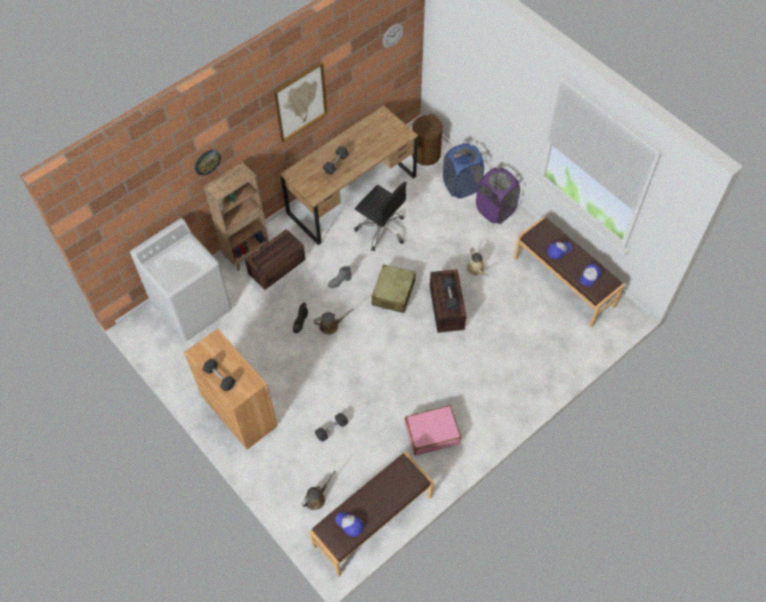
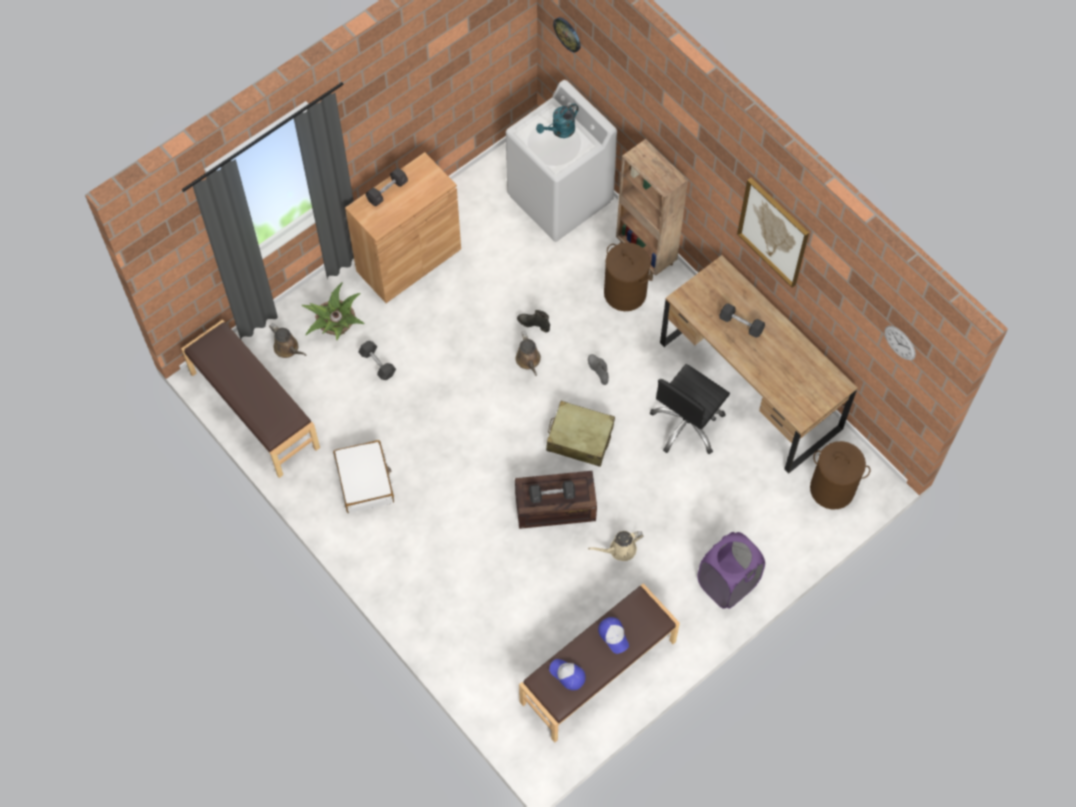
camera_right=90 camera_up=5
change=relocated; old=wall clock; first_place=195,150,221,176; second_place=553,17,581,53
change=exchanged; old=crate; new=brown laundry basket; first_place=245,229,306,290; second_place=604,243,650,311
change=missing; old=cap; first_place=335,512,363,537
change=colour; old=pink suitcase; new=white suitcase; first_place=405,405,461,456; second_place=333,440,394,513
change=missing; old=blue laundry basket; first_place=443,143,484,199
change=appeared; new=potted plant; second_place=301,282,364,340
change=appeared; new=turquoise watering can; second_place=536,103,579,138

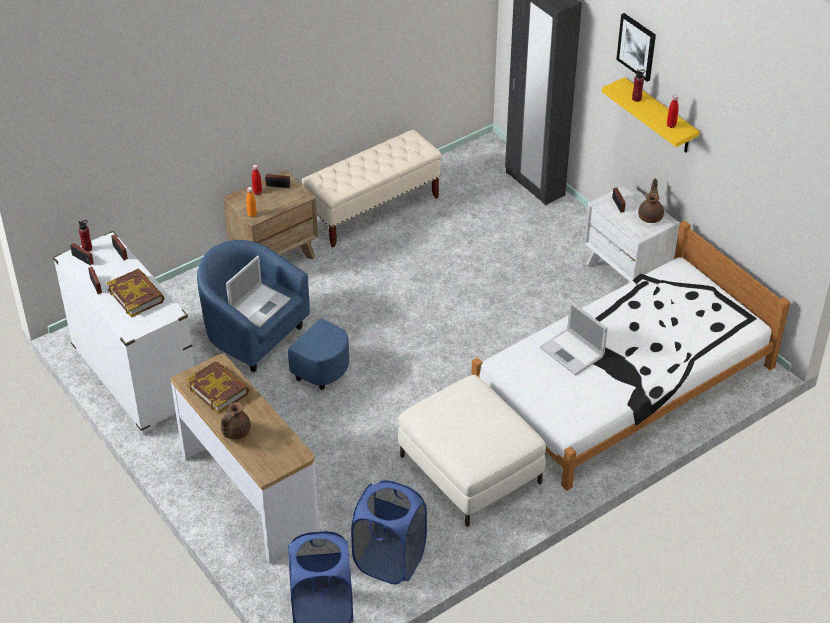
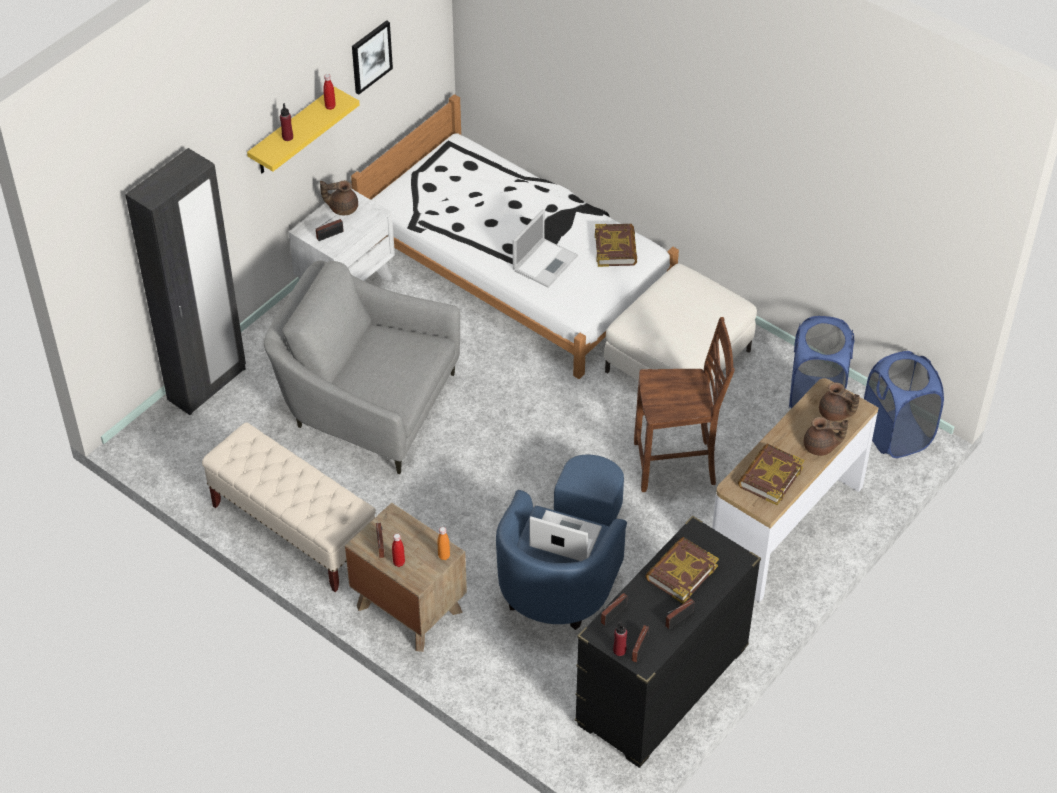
camera_right=-105 camera_up=5
change=colour; old=white dresser; new=black dresser; first_place=53,231,194,434; second_place=575,515,761,768
change=relocated; old=picture; first_place=616,13,656,81; second_place=352,20,393,94
change=appeared; new=grey armchair; second_place=264,260,460,474
change=appeared; new=book; second_place=595,224,637,267
change=appeared; new=brown chair; second_place=634,317,735,492
change=appeared; new=brown teapot; second_place=819,382,860,421

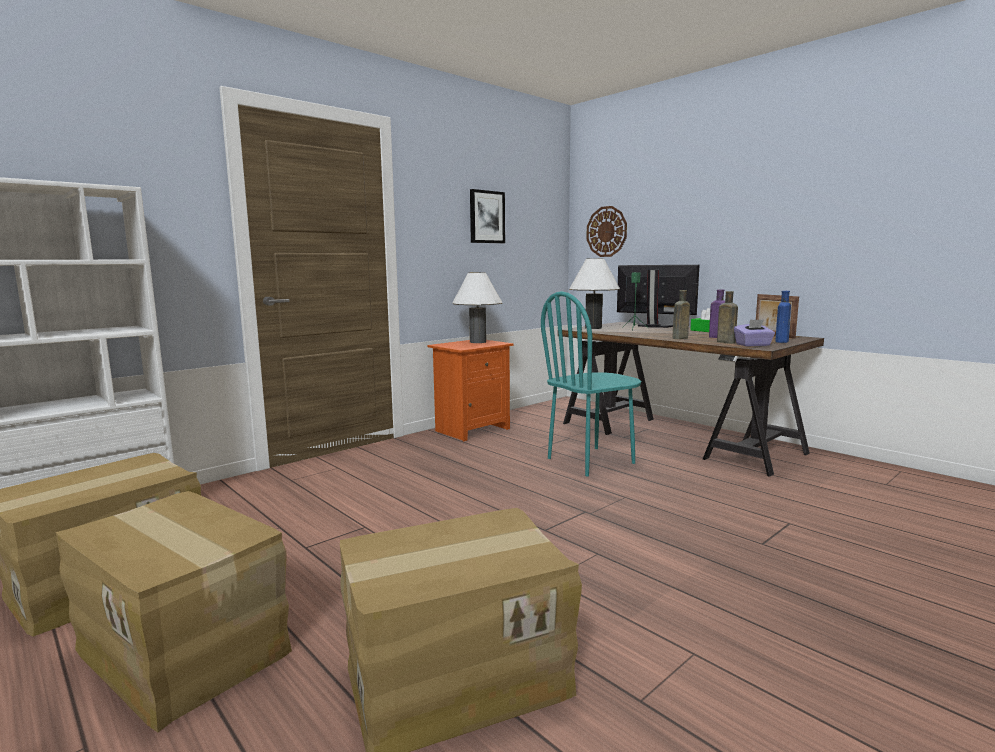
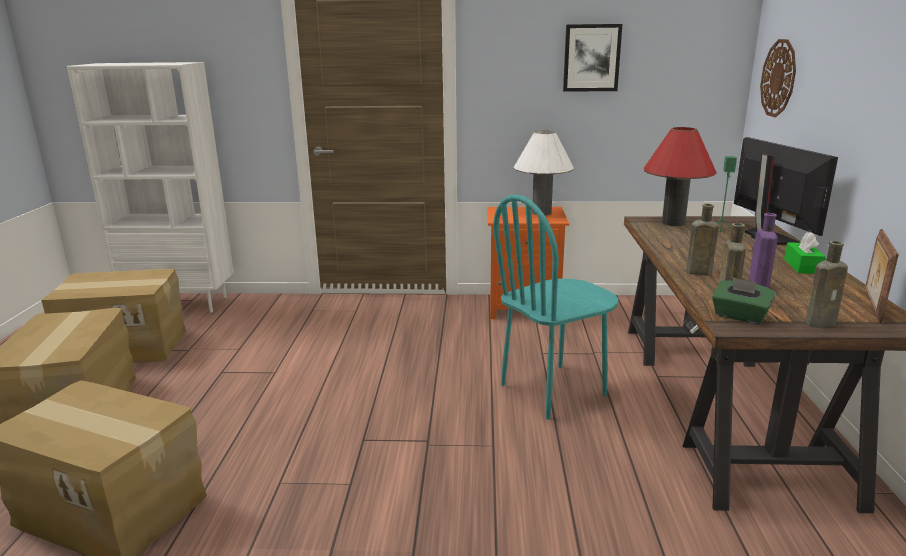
camera_right=45 camera_up=10
change=spun; old=turquoise chair; first_place=541,291,641,477; second_place=493,195,619,420; degrees=-45
change=colour; old=white table lamp; new=red table lamp; first_place=569,258,620,329; second_place=644,127,717,226
change=colour; old=purple tissue box; new=green tissue box; first_place=734,319,775,347; second_place=712,277,776,324
change=colour; old=blue bottle; new=brown bottle; first_place=776,291,791,343; second_place=805,241,848,328

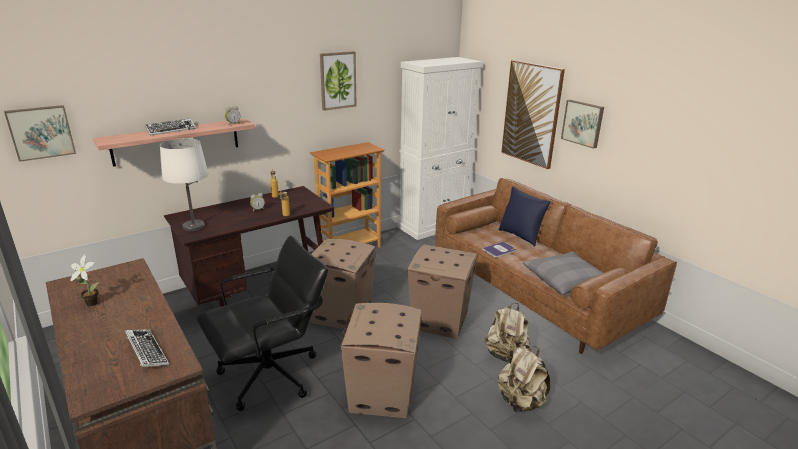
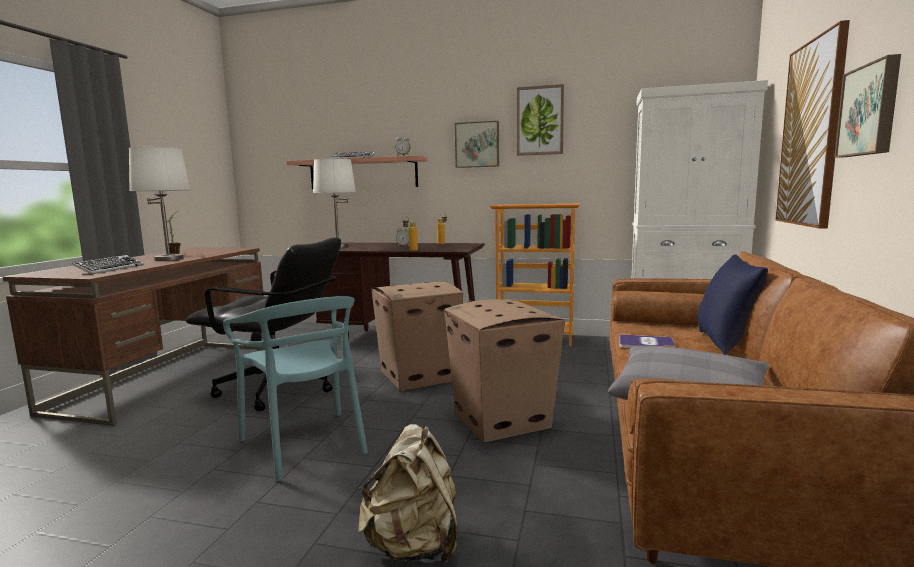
camera_right=50 camera_up=-15
change=relocated; old=picture; first_place=4,105,76,162; second_place=455,121,499,168
change=exchanged; old=cardboard box; new=turquoise chair; first_place=341,303,422,418; second_place=223,296,368,482
change=missing; old=beige backpack; first_place=484,303,530,363
change=appeared; new=white table lamp; second_place=129,147,190,261

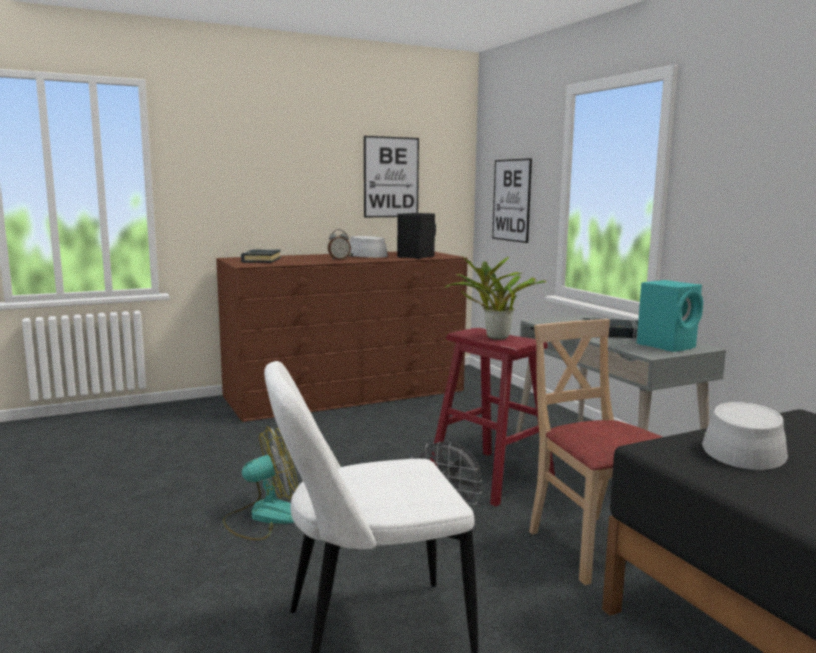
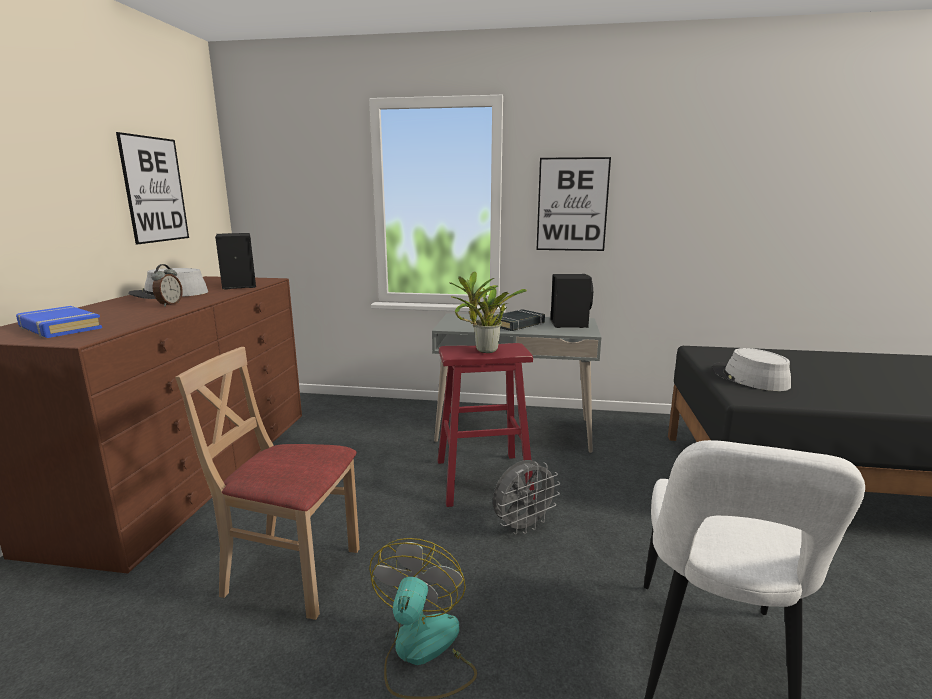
camera_right=-55 camera_up=5
change=colour; old=black book; new=blue book; first_place=241,249,281,263; second_place=16,306,102,338
change=relocated; old=picture; first_place=492,158,532,243; second_place=537,157,611,251
change=relocated; old=beige chair; first_place=529,319,662,585; second_place=175,347,360,620
change=colour; old=turquoise speaker; new=black speaker; first_place=637,280,703,352; second_place=551,274,593,328

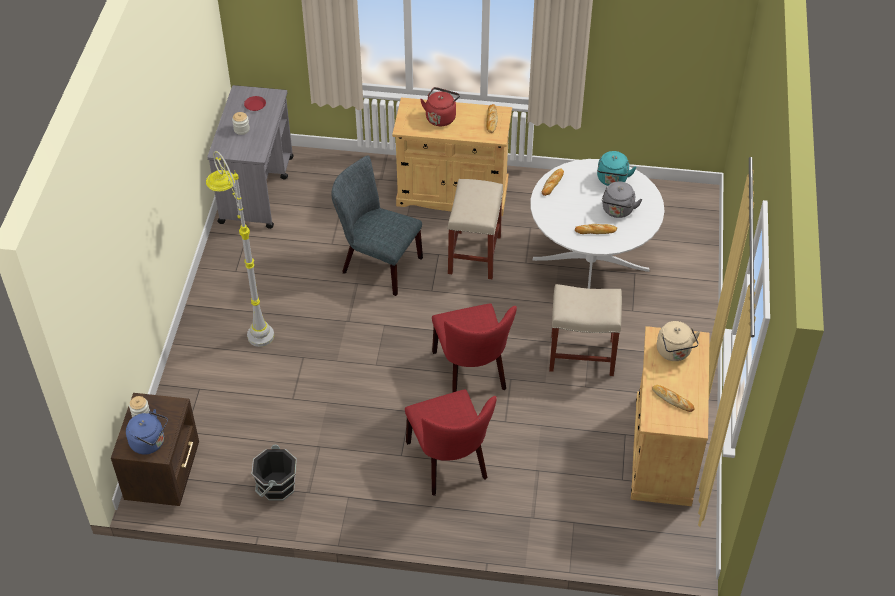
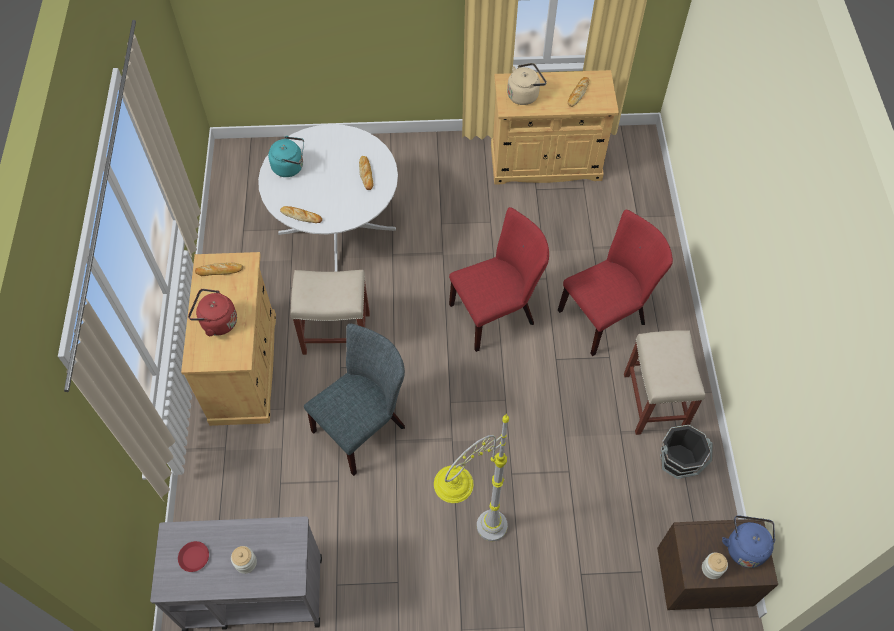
camera_right=-100 camera_up=10
change=spun; old=grey chair; first_place=331,155,423,296; second_place=304,323,405,476; degrees=-150
change=relocated; old=beige stool; first_place=549,284,622,376; second_place=624,330,705,435
change=missing; old=grey kettle; first_place=602,181,642,218

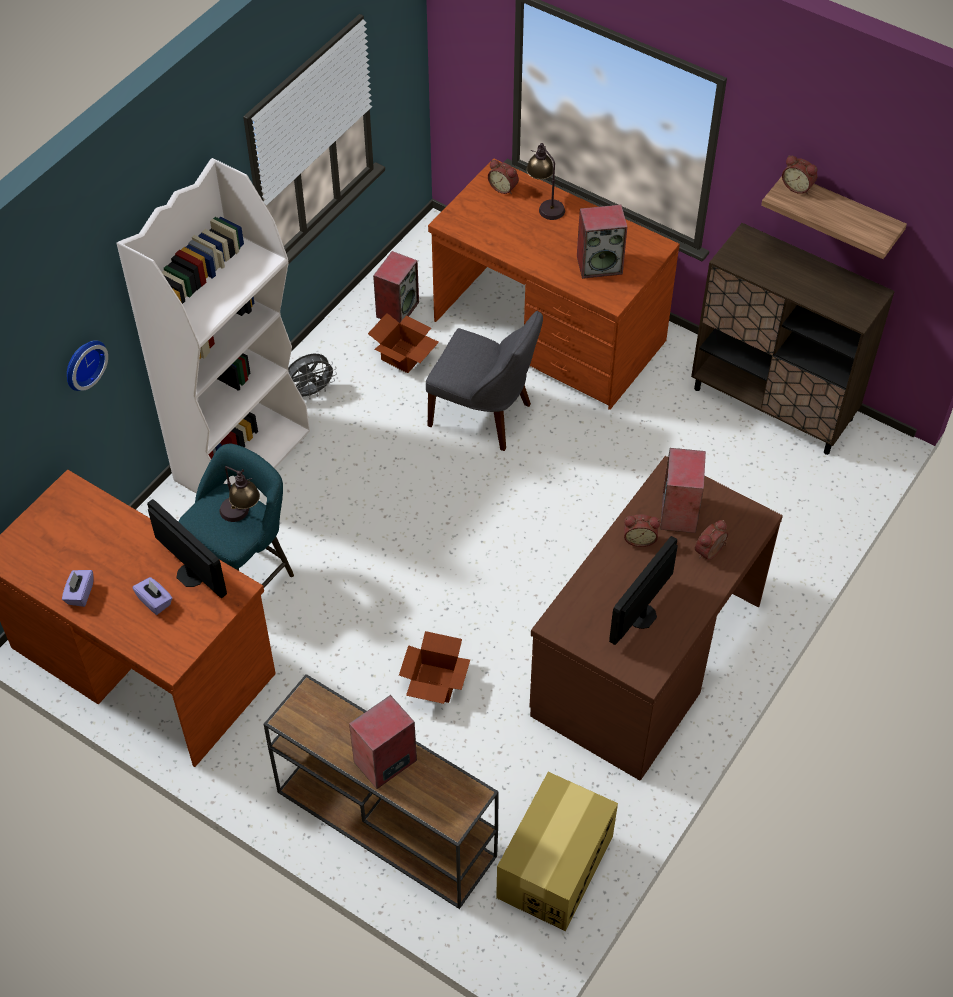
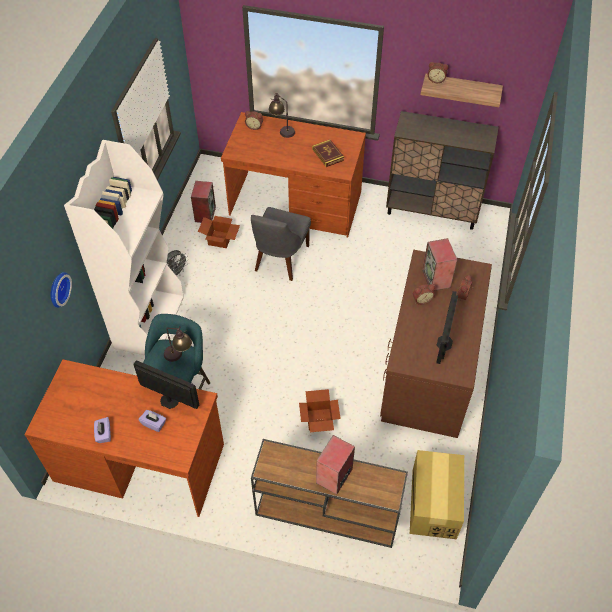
camera_right=-20 camera_up=0
change=spun; old=grey chair; first_place=426,311,543,451; second_place=251,207,311,281; degrees=105
change=exchanged; old=speaker; new=book; first_place=577,205,627,279; second_place=312,139,344,167

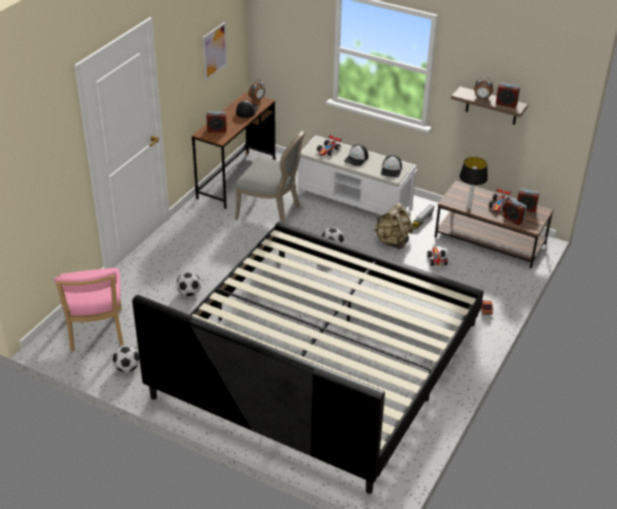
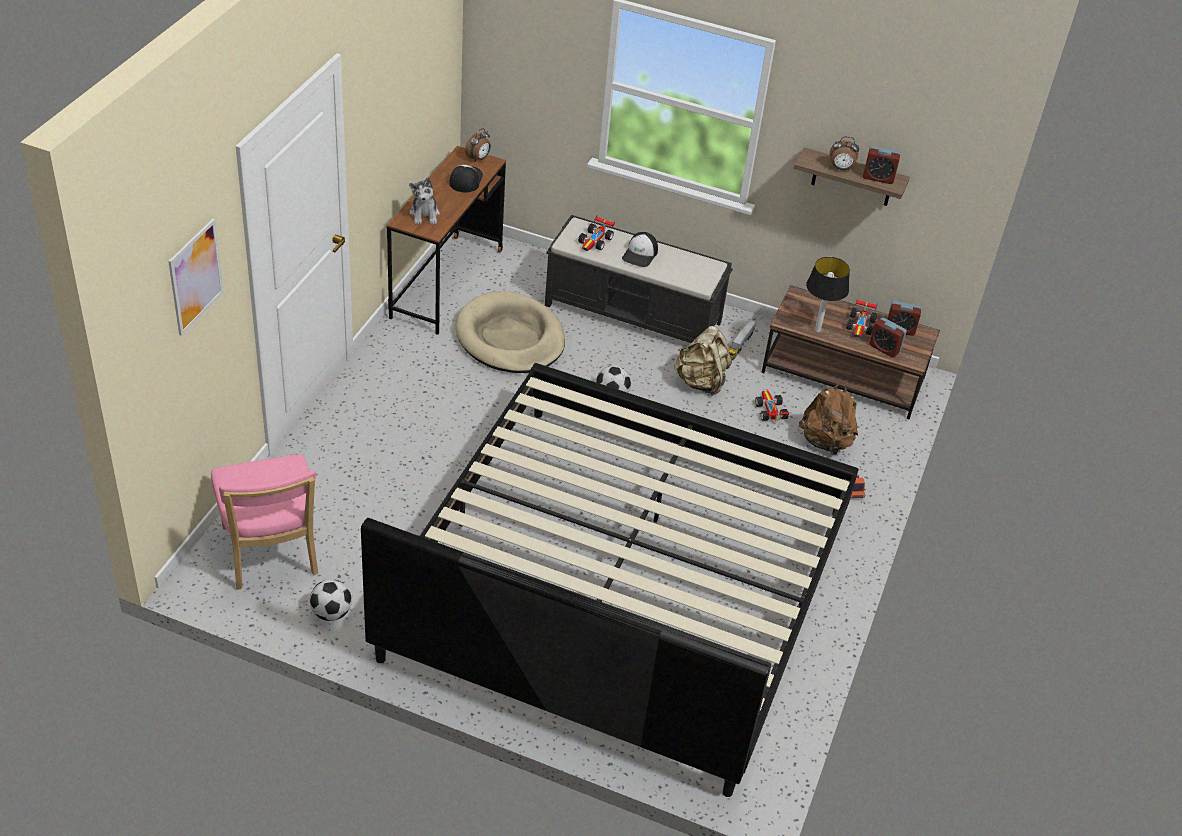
camera_right=-10 camera_up=5
change=missing; old=football; first_place=176,272,201,296
change=relocated; old=picture; first_place=203,22,227,81; second_place=168,219,223,336
change=exchanged; old=alarm clock; new=plush toy; first_place=207,112,227,132; second_place=409,177,440,224
change=exchanged; old=grey chair; new=beige dog bed; first_place=235,130,306,223; second_place=456,291,565,373
change=colour; old=white bench; new=black bench; first_place=297,136,417,215; second_place=545,215,733,343
change=missing; old=cap; first_place=381,155,402,177
change=appeared; new=brown backpack; second_place=799,383,858,455

